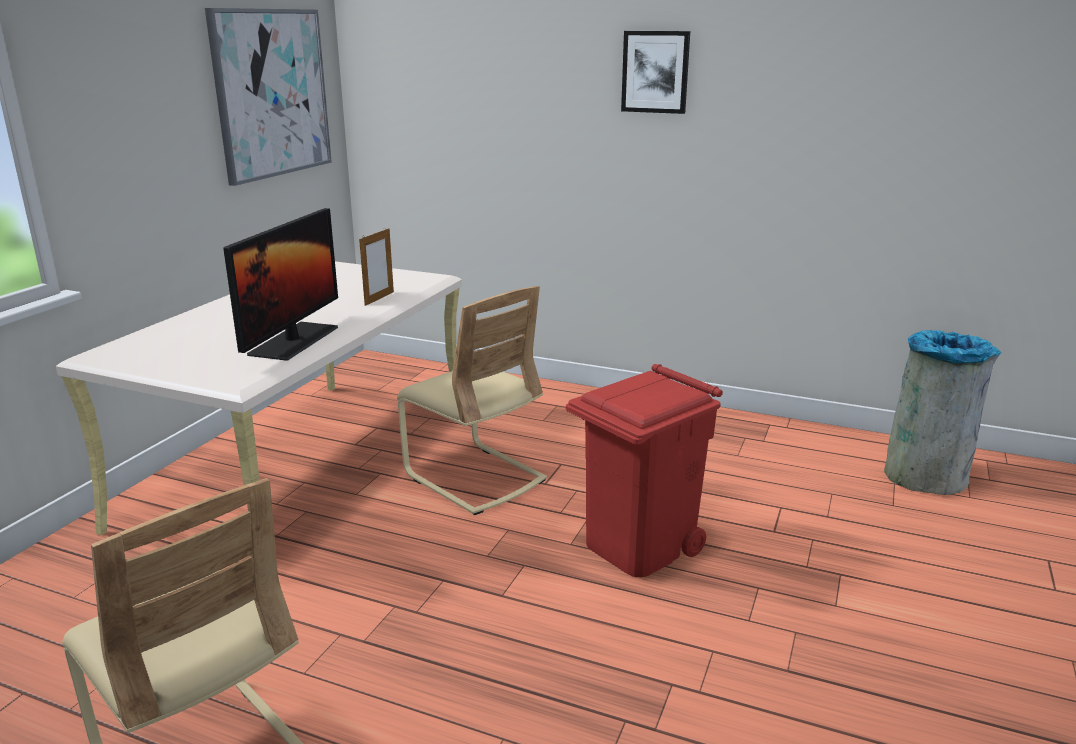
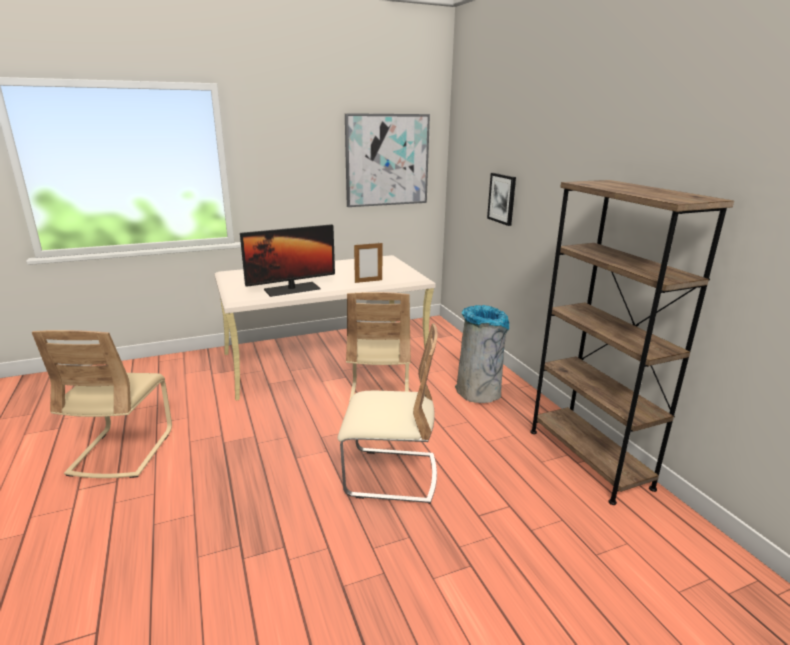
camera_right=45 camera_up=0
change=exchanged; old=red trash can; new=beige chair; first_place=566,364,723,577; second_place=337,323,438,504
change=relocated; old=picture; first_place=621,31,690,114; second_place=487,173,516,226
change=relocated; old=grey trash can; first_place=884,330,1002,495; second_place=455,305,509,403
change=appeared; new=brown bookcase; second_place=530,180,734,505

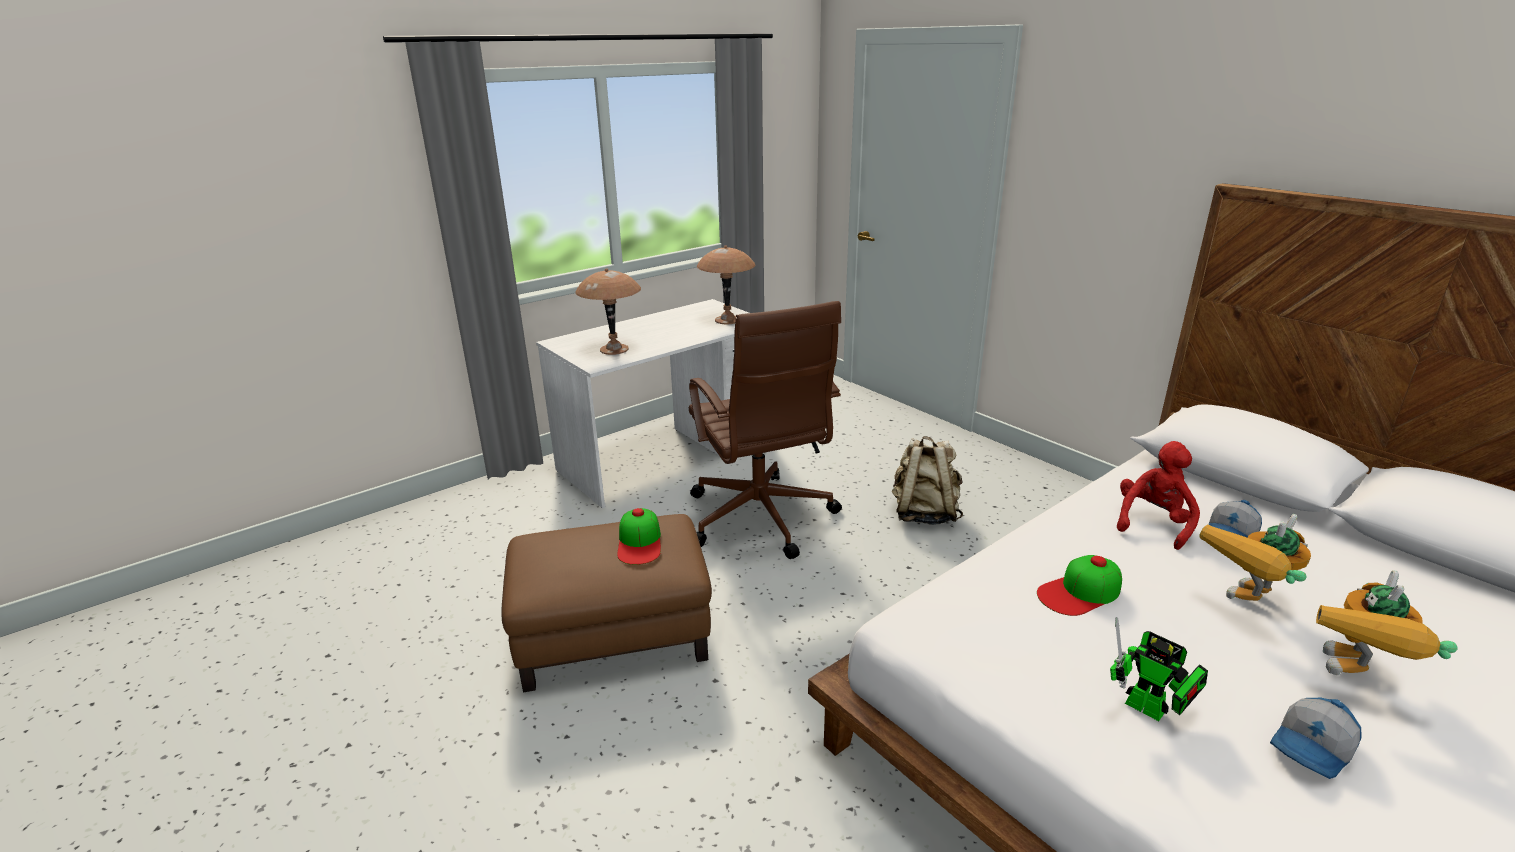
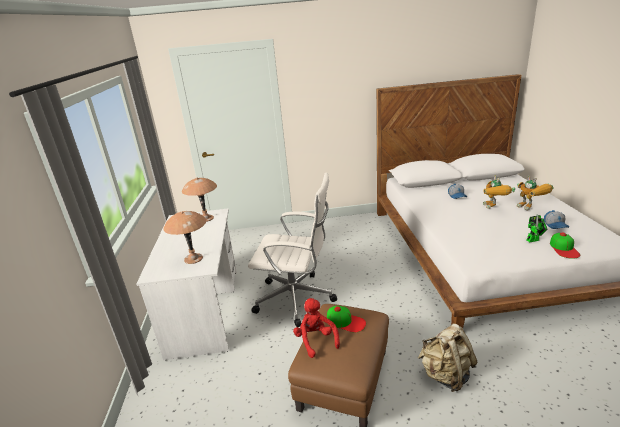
camera_right=-55 camera_up=0
change=colour; old=brown office chair; new=white office chair; first_place=689,301,842,559; second_place=248,172,337,327
change=relocated; old=beige backpack; first_place=892,436,963,525; second_place=418,324,478,392
change=relocated; old=cap; first_place=1037,555,1122,616; second_place=550,232,580,259
change=relocated; old=red plush toy; first_place=1117,441,1200,550; second_place=293,298,340,358

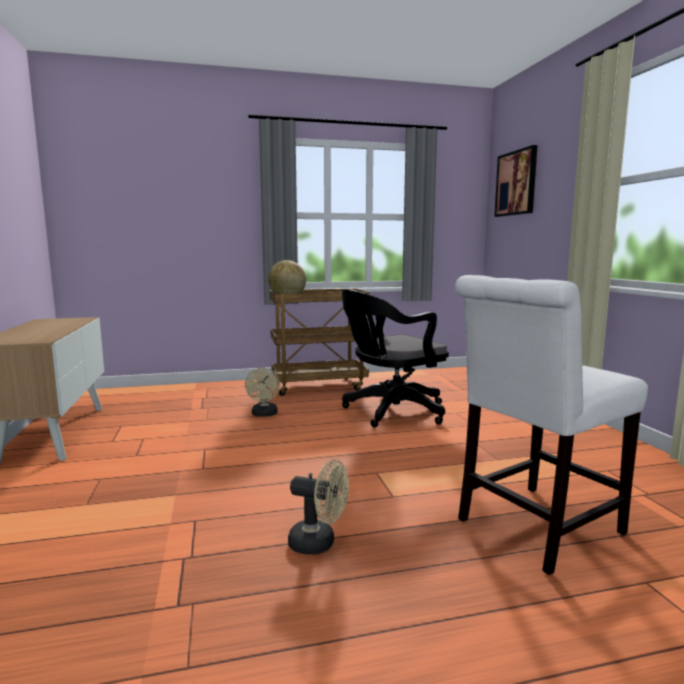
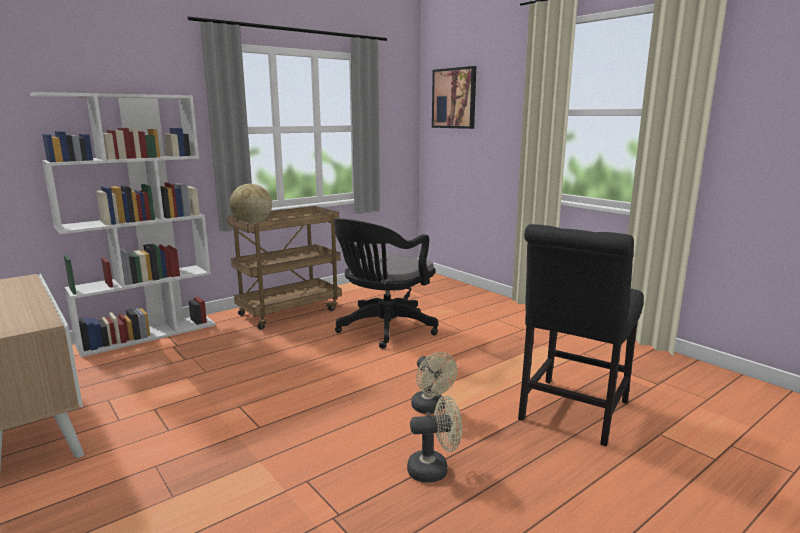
camera_right=-25 camera_up=5
change=relocated; old=beige fan; first_place=245,368,280,417; second_place=411,352,457,414
change=colour; old=white chair; new=black chair; first_place=455,275,648,575; second_place=518,224,644,446
change=appeared; new=white bookcase; second_place=30,92,216,357

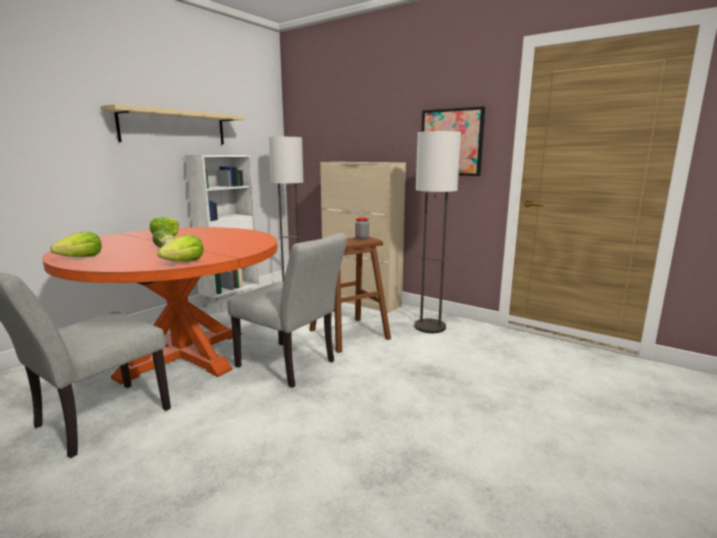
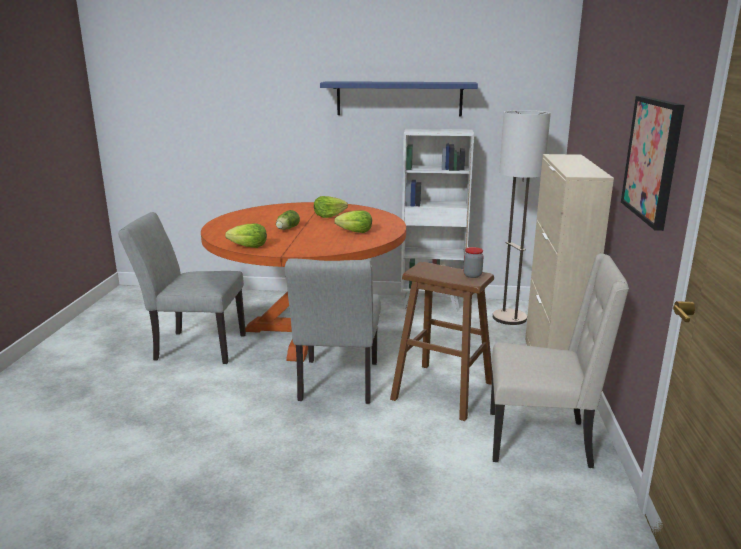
camera_right=60 camera_up=5
change=relocated; old=lettuce; first_place=50,231,102,257; second_place=334,210,372,233
change=colour; old=beige shelf; new=blue shelf; first_place=100,104,245,144; second_place=320,81,478,116
change=exchanged; old=floor lamp; new=beige chair; first_place=414,131,461,333; second_place=490,254,629,468

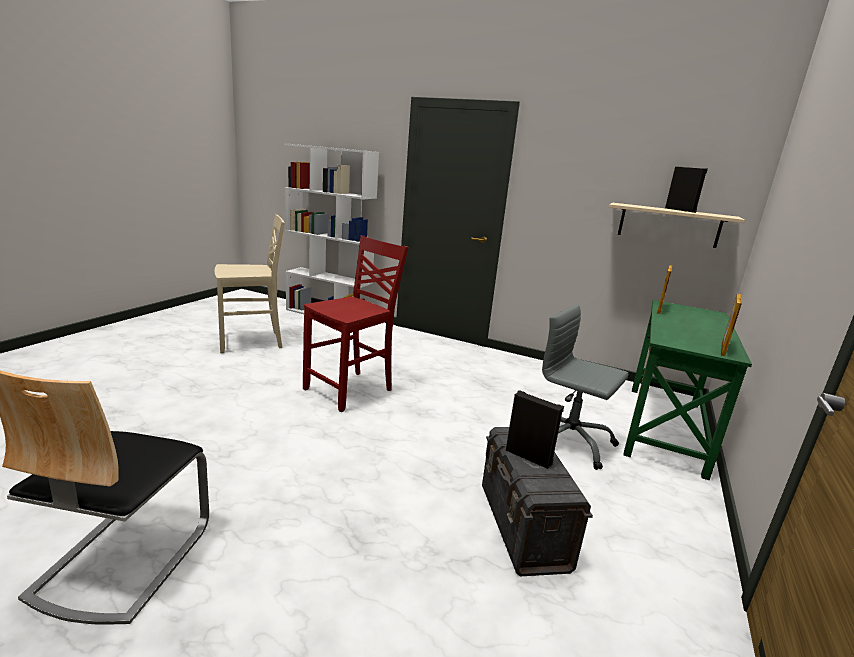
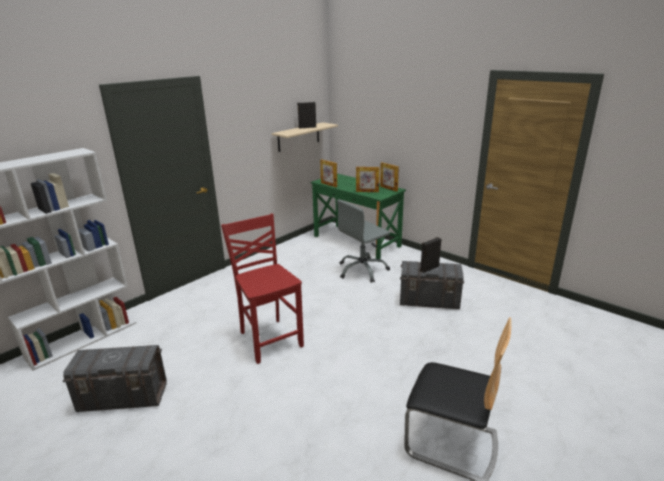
camera_right=-70 camera_up=5
change=exchanged; old=beige chair; new=grey storage box; first_place=214,214,285,353; second_place=63,345,167,412
change=appeared; new=picture frame; second_place=356,167,379,192

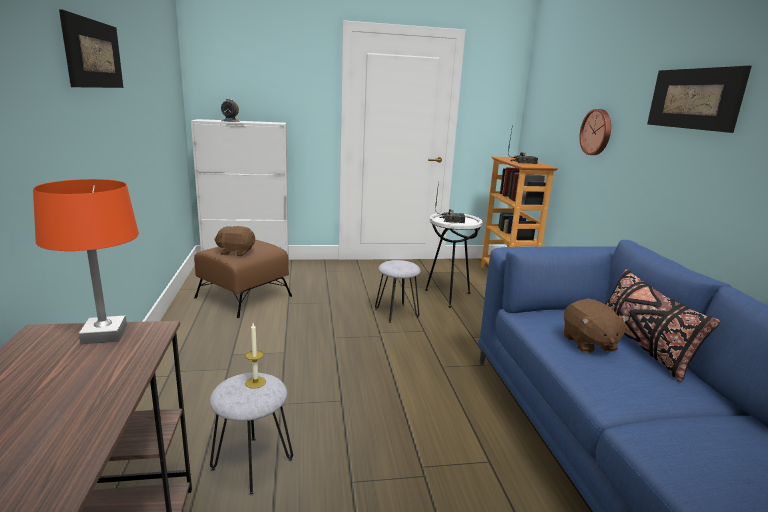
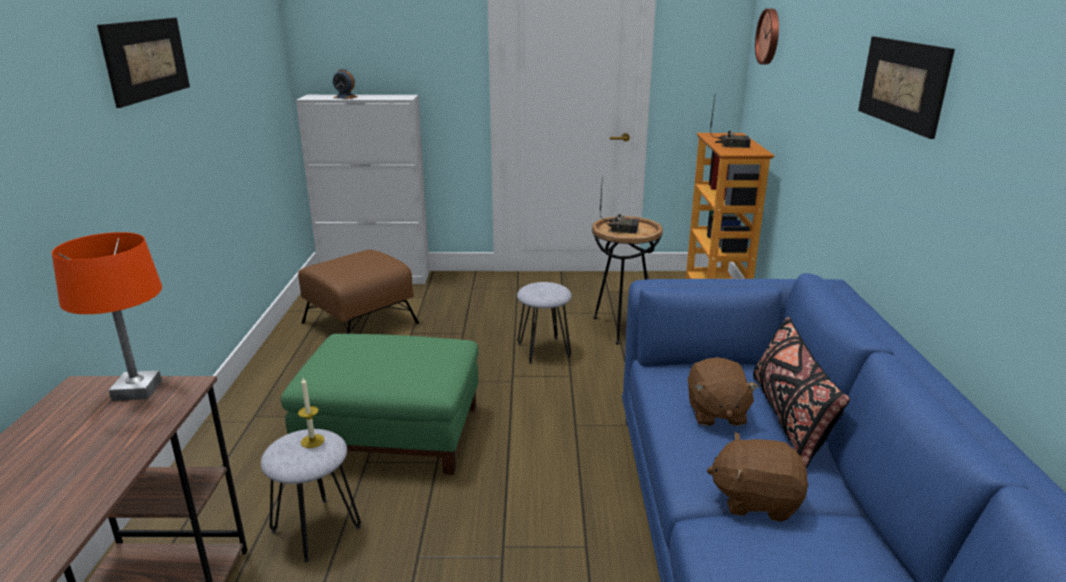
camera_right=10 camera_up=5
change=relocated; old=brown plush toy; first_place=214,226,255,256; second_place=707,432,808,522
change=colour; old=white side table; new=brown side table; first_place=425,213,482,308; second_place=592,216,663,345
change=relocated; old=wall clock; first_place=579,109,611,155; second_place=755,8,779,64
change=appeared; new=green ottoman; second_place=281,334,479,475

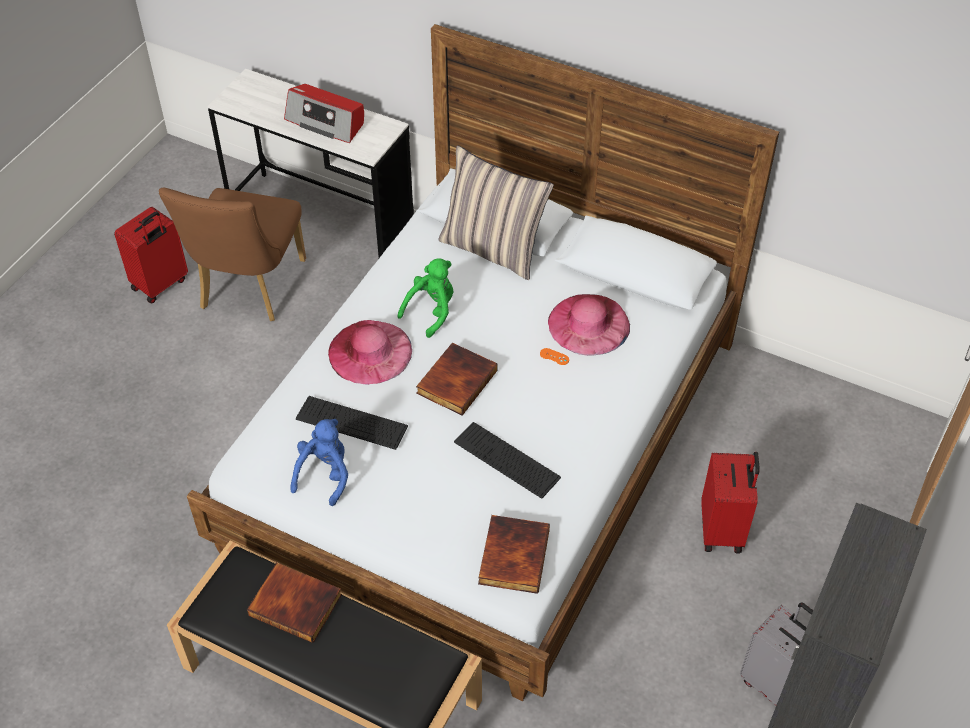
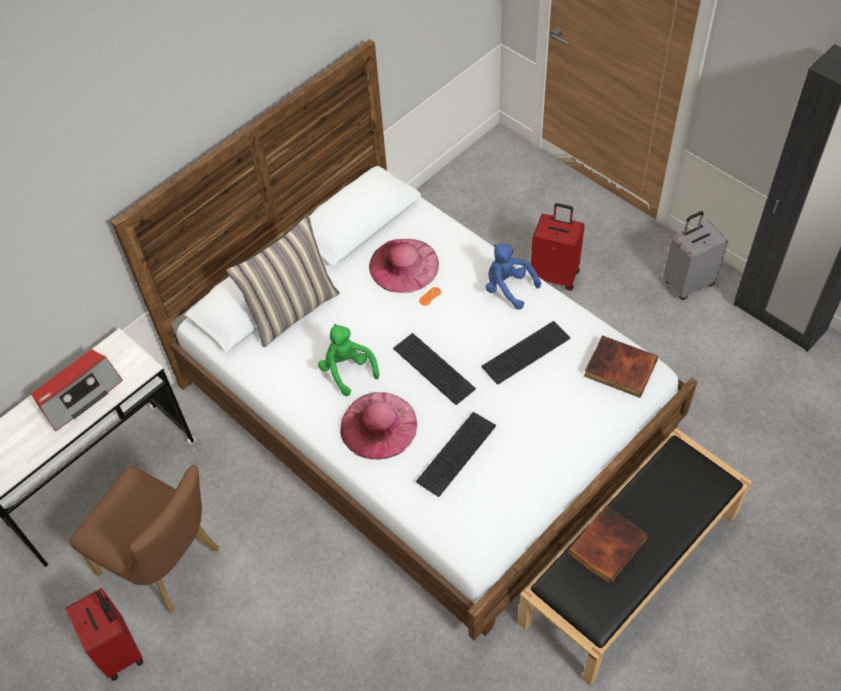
camera_right=-70 camera_up=5
change=relocated; old=blue plush toy; first_place=290,419,348,506; second_place=486,244,541,310
change=exchanged; old=book; new=keyboard; first_place=416,343,497,415; second_place=393,333,476,405

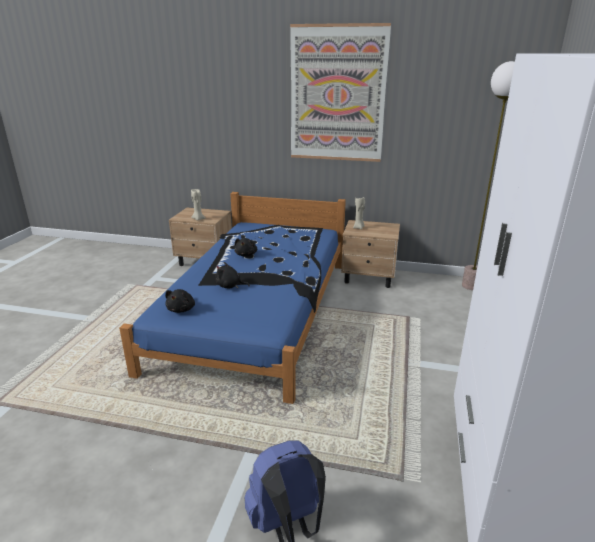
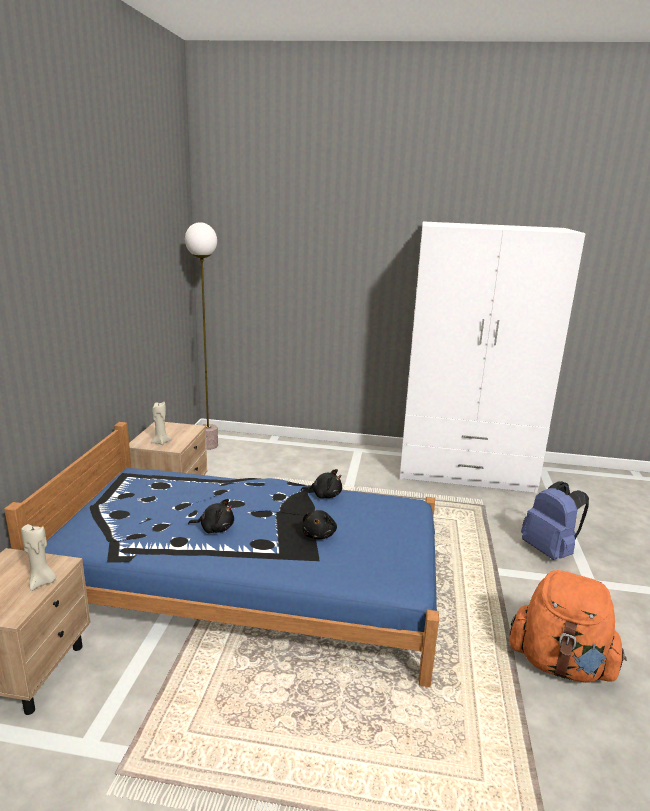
camera_right=-95 camera_up=-5
change=relocated; old=black plush toy; first_place=165,289,195,313; second_place=301,469,342,498
change=missing; old=picture; first_place=290,23,391,162
change=appeared; new=orange backpack; second_place=510,570,627,683

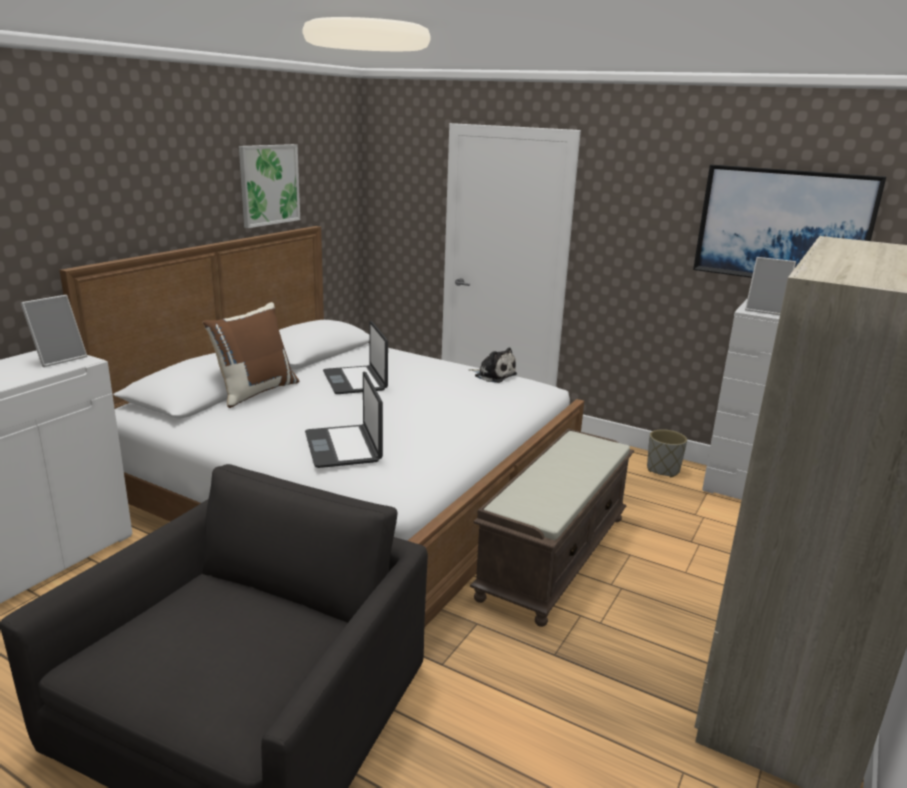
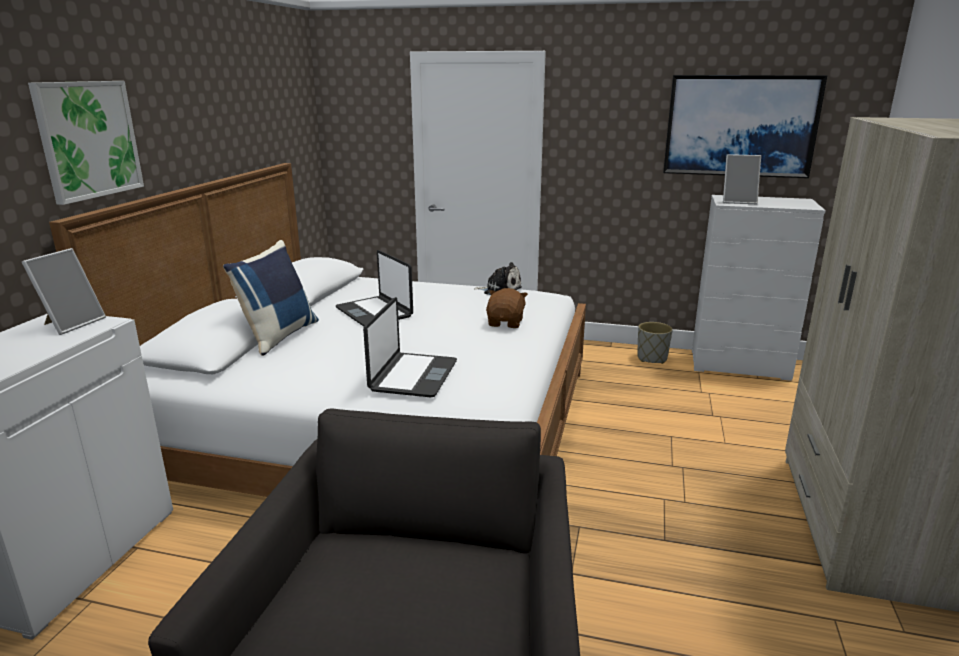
camera_right=-15 camera_up=0
change=colour; old=brown pillow; new=blue pillow; first_place=203,302,299,408; second_place=223,240,319,356
change=relocated; old=picture; first_place=239,144,300,228; second_place=28,81,144,205
change=spun; old=laptop; first_place=305,372,383,468; second_place=363,297,457,397; degrees=-135
change=missing; old=brown bench; first_place=470,429,634,627
change=appeared; new=brown plush toy; second_place=486,288,528,328

